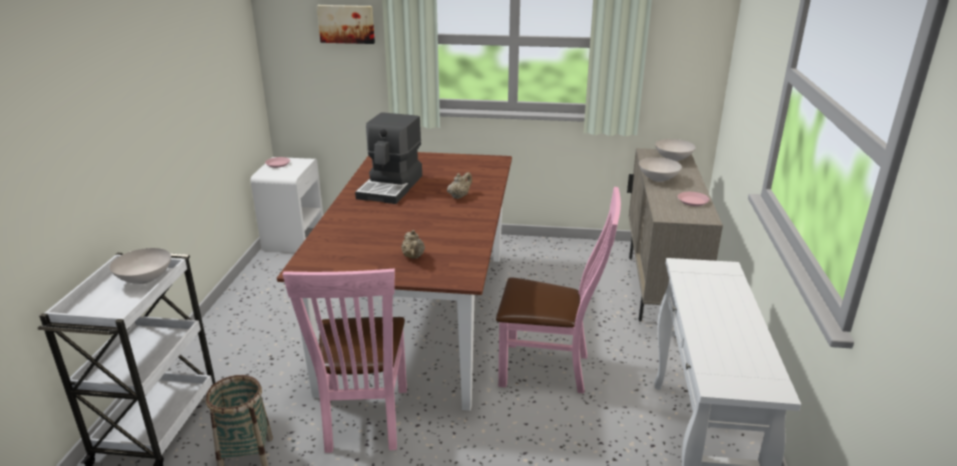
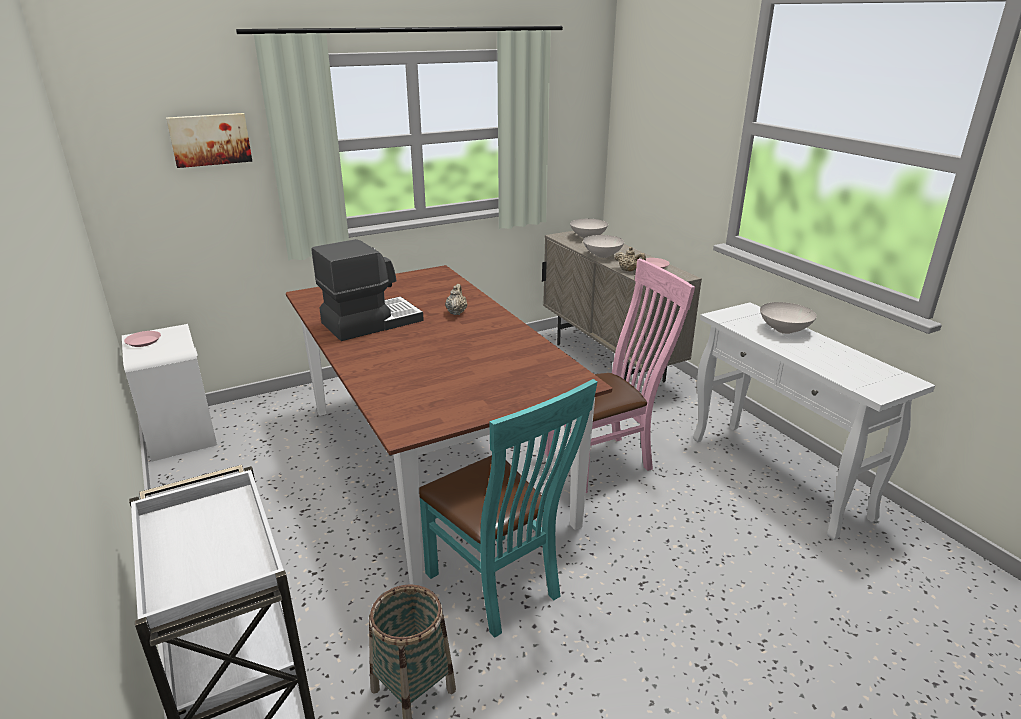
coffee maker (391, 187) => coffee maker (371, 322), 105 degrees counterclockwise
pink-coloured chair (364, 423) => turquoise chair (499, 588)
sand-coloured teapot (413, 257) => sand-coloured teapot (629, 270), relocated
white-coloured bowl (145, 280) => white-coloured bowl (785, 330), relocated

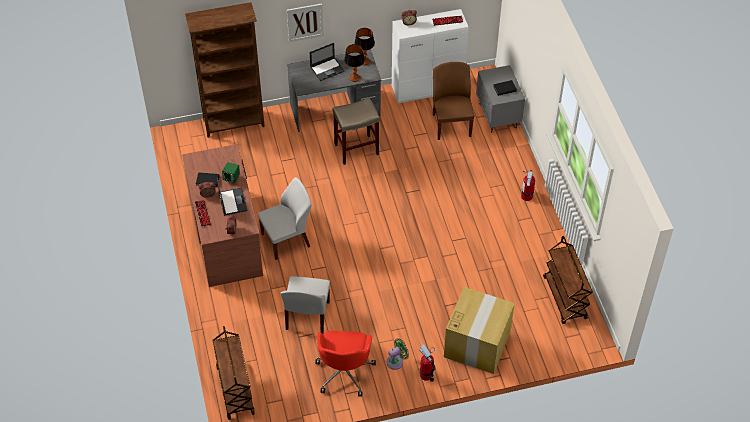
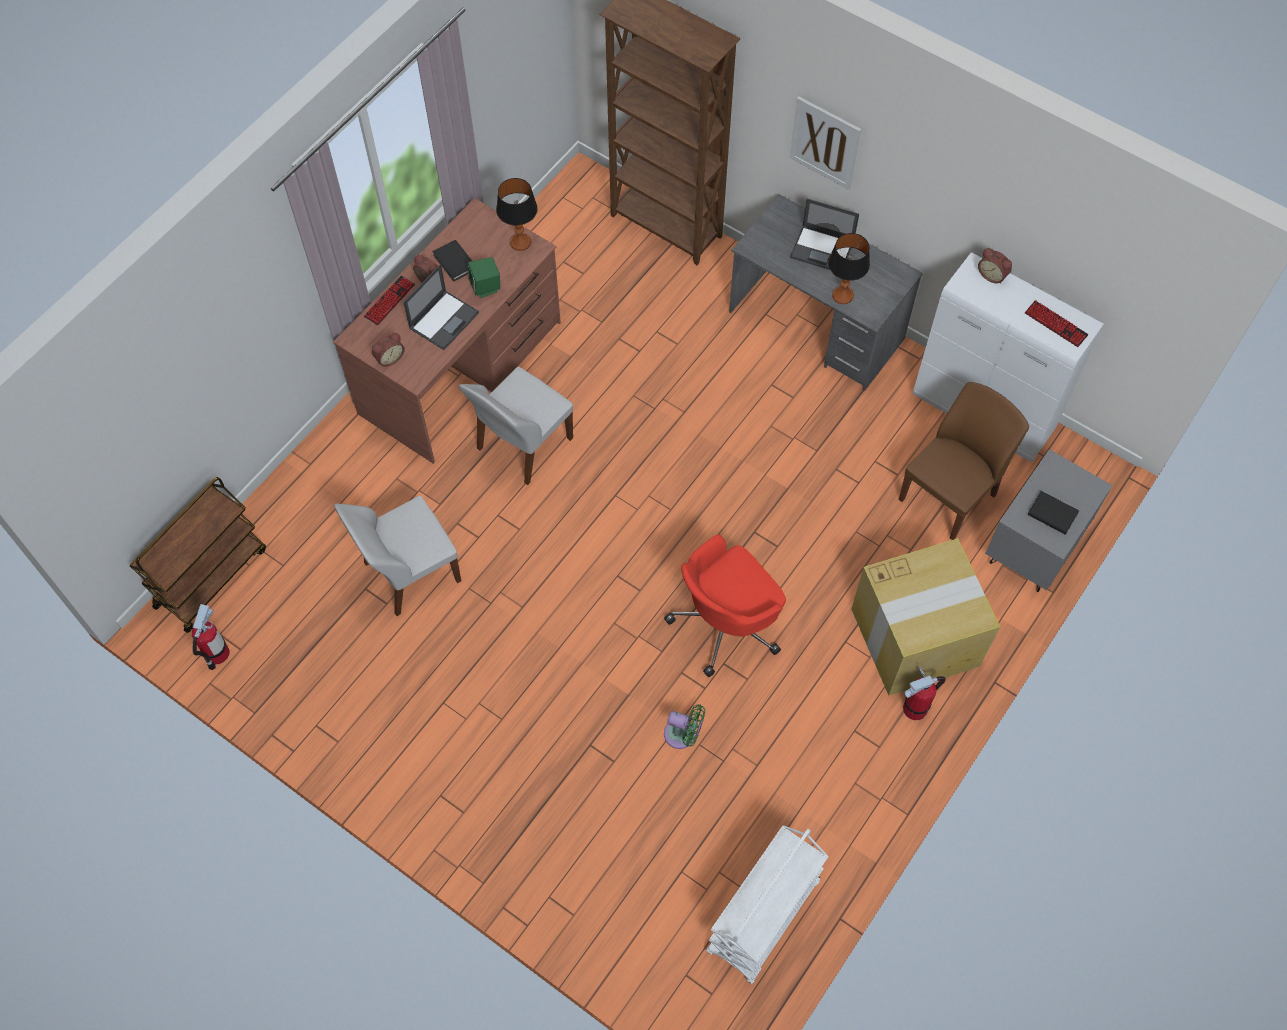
extinguisher (426, 375) => extinguisher (217, 654), relocated
white-coloured chair (287, 240) => white-coloured chair (522, 445), 105 degrees clockwise
table lamp (364, 61) => table lamp (521, 242), relocated
reddish desk chair (344, 372) => reddish desk chair (726, 623), relocated
green electric fan (396, 361) => green electric fan (683, 735), relocated
brown-coloured cart (565, 298) => white-coloured cart (763, 918)
packing box (477, 344) => packing box (916, 637), relocated
sand-coloured sitting stool (356, 150) => nothing

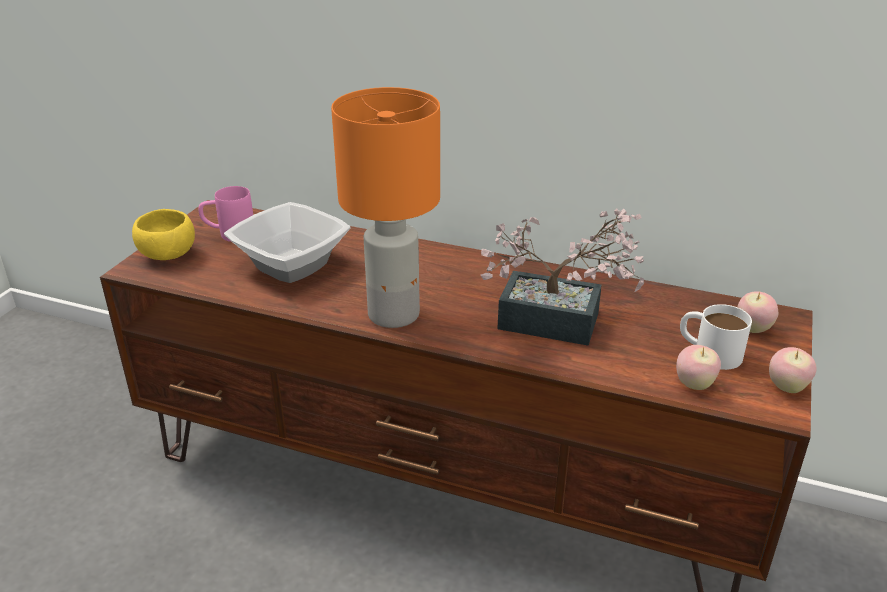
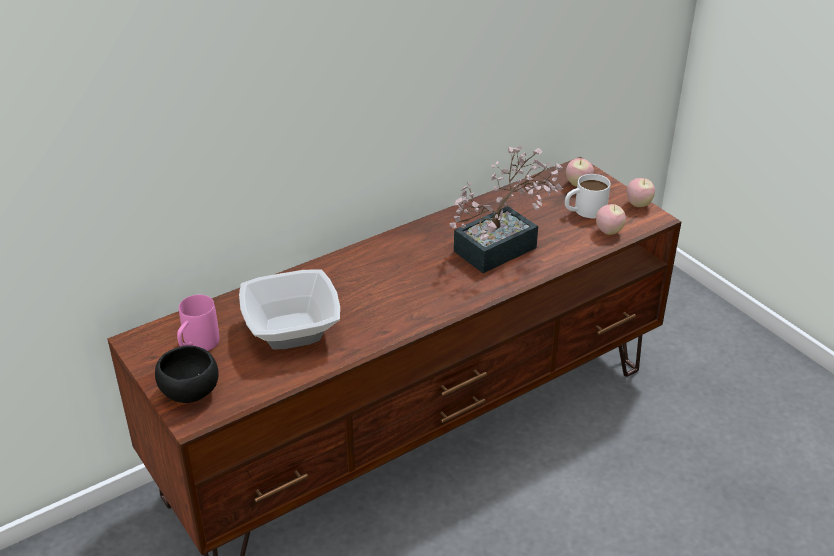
yellowish bowl (166, 255) => blackish bowl (189, 393)
orange table lamp (394, 313) => nothing

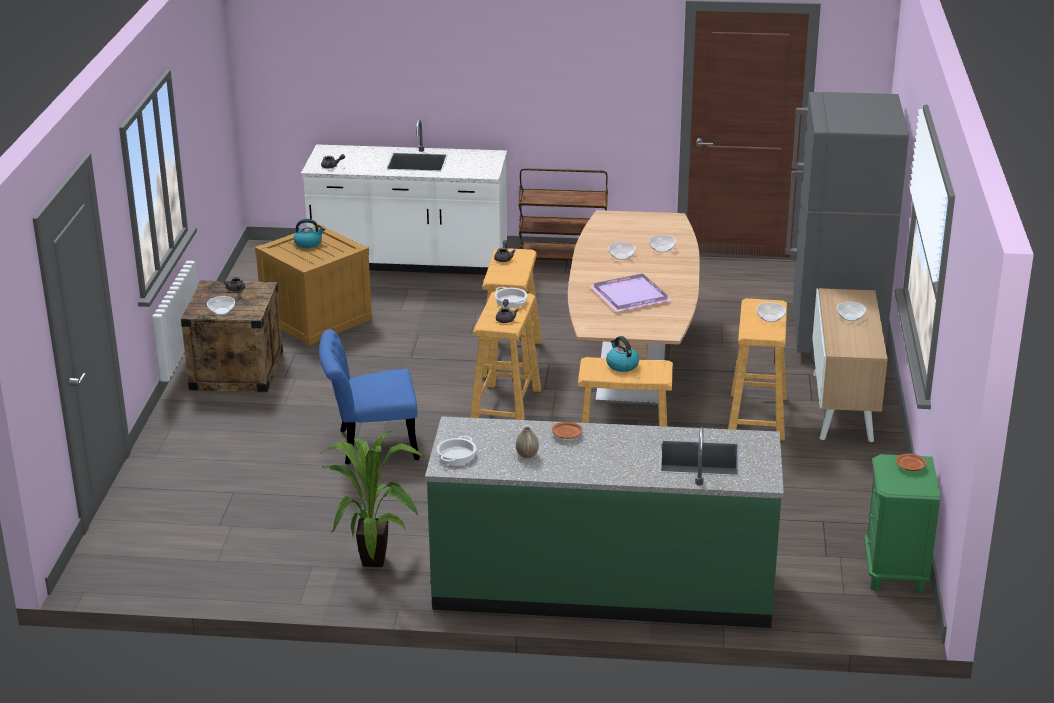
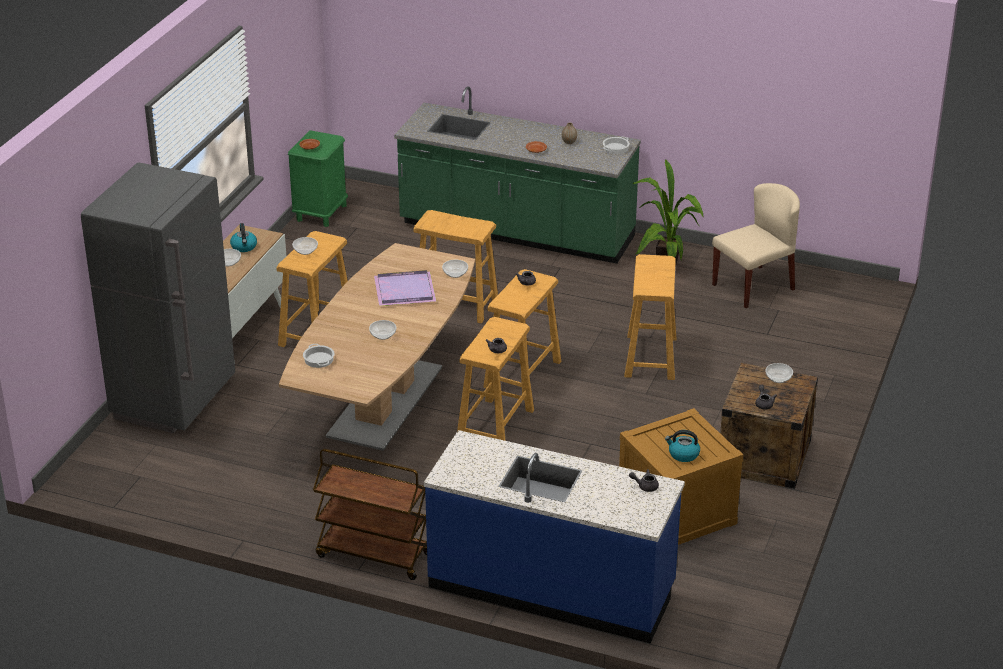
tea kettle (621, 365) => tea kettle (244, 247), relocated
saucepot (511, 301) => saucepot (318, 359), relocated
white-coloured kitchen base unit (409, 262) => blue kitchen base unit (552, 587)
bowl (661, 249) => bowl (455, 274), relocated
blue chair (370, 445) => sand-coloured sitting stool (650, 357)
nothing => sand-coloured chair (753, 287)

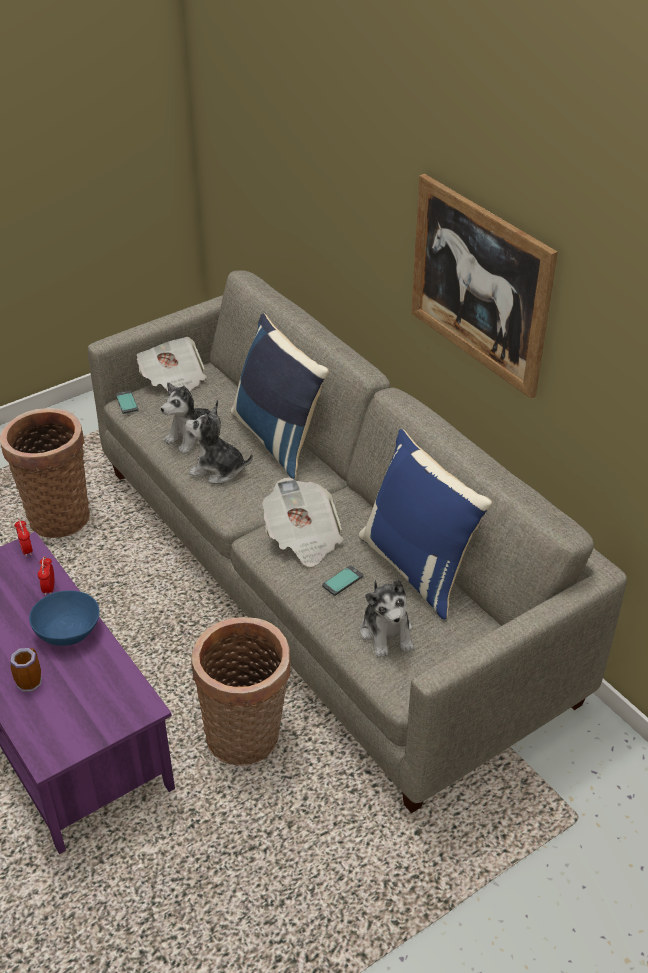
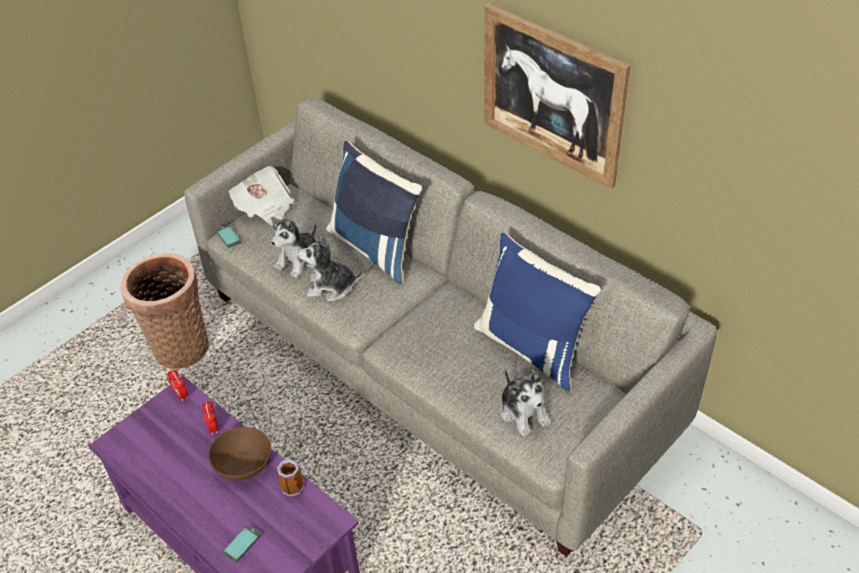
blue bowl (67, 631) => brown-coloured bowl (243, 464)
phone (342, 581) => phone (241, 544), relocated
mug (29, 680) => mug (292, 485), relocated
storage basket (247, 738) => nothing
daily paper (303, 538) => nothing

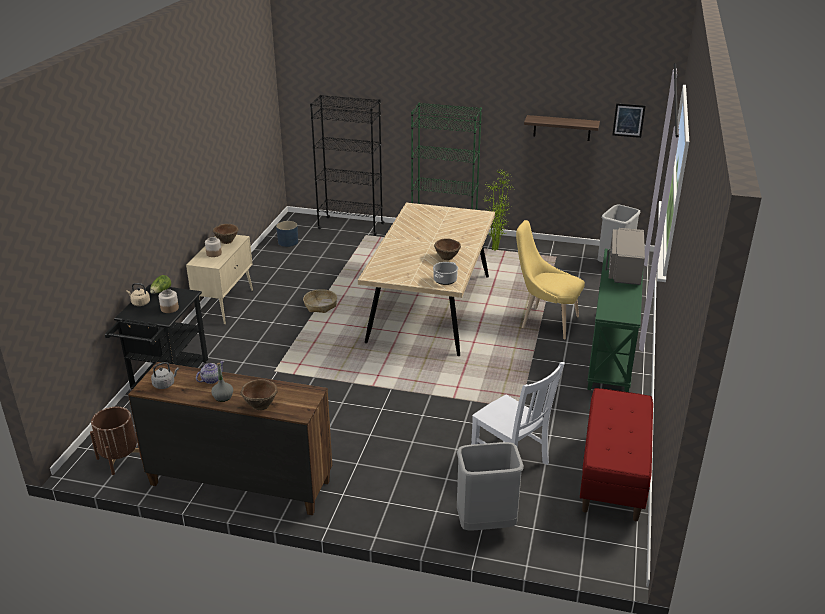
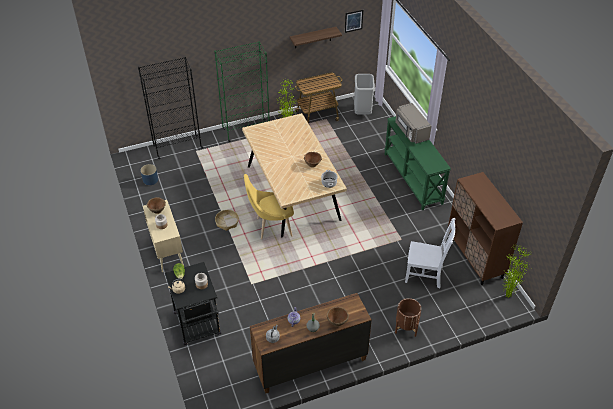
yellowish chair (545, 322) => yellowish chair (271, 227), relocated
nothing => cart (318, 116)
brown-coloured plant pot (120, 458) => brown-coloured plant pot (406, 326), relocated
reddish bench (613, 475) => brown-coloured cupboard (475, 257)
nothing => potted plant (507, 295)
gray rubbish bin (485, 525) => nothing

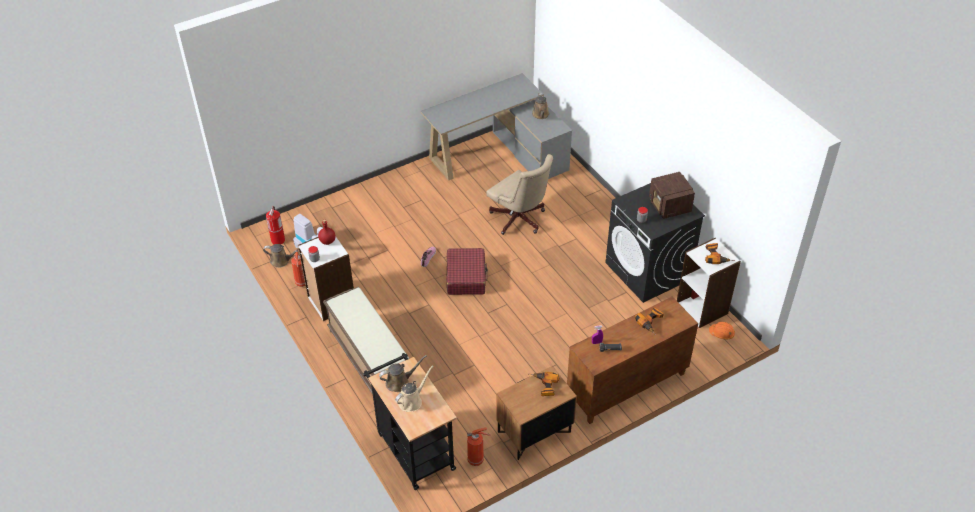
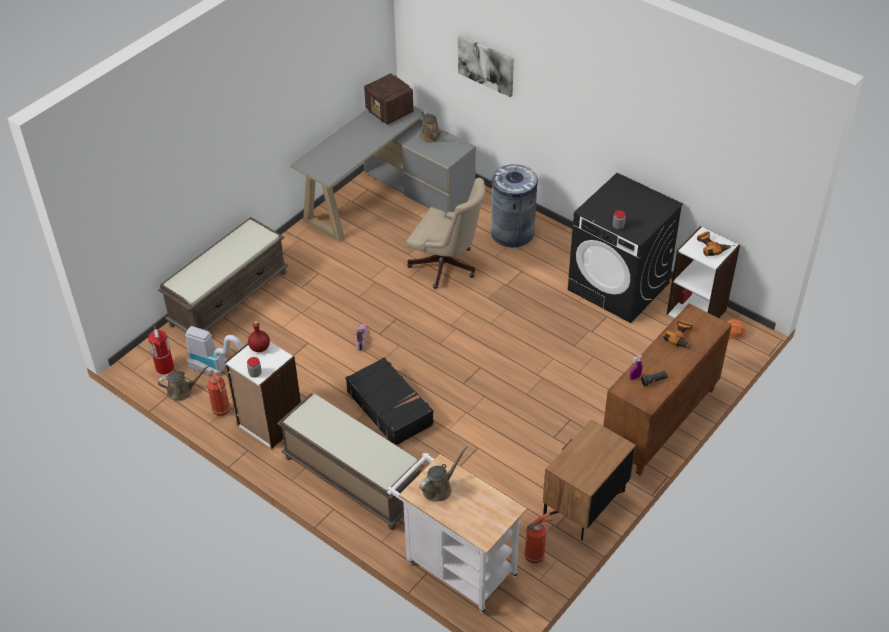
nothing => brown-coloured bench (229, 297)
nothing => blackish travel case (390, 408)
radio set (669, 206) => radio set (389, 112), relocated
blackish cart (413, 448) => white-coloured cart (456, 566)
nothing => wall picture (486, 65)
nothing => gray rubbish bin (512, 233)
sand-coloured sprinkling can (412, 401) => nothing
reddish travel case (466, 277) => nothing
drill (544, 386) => nothing

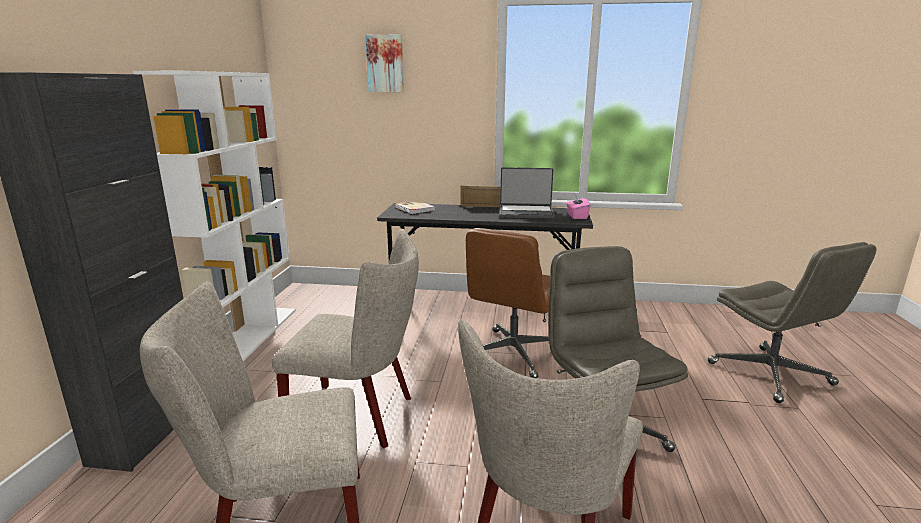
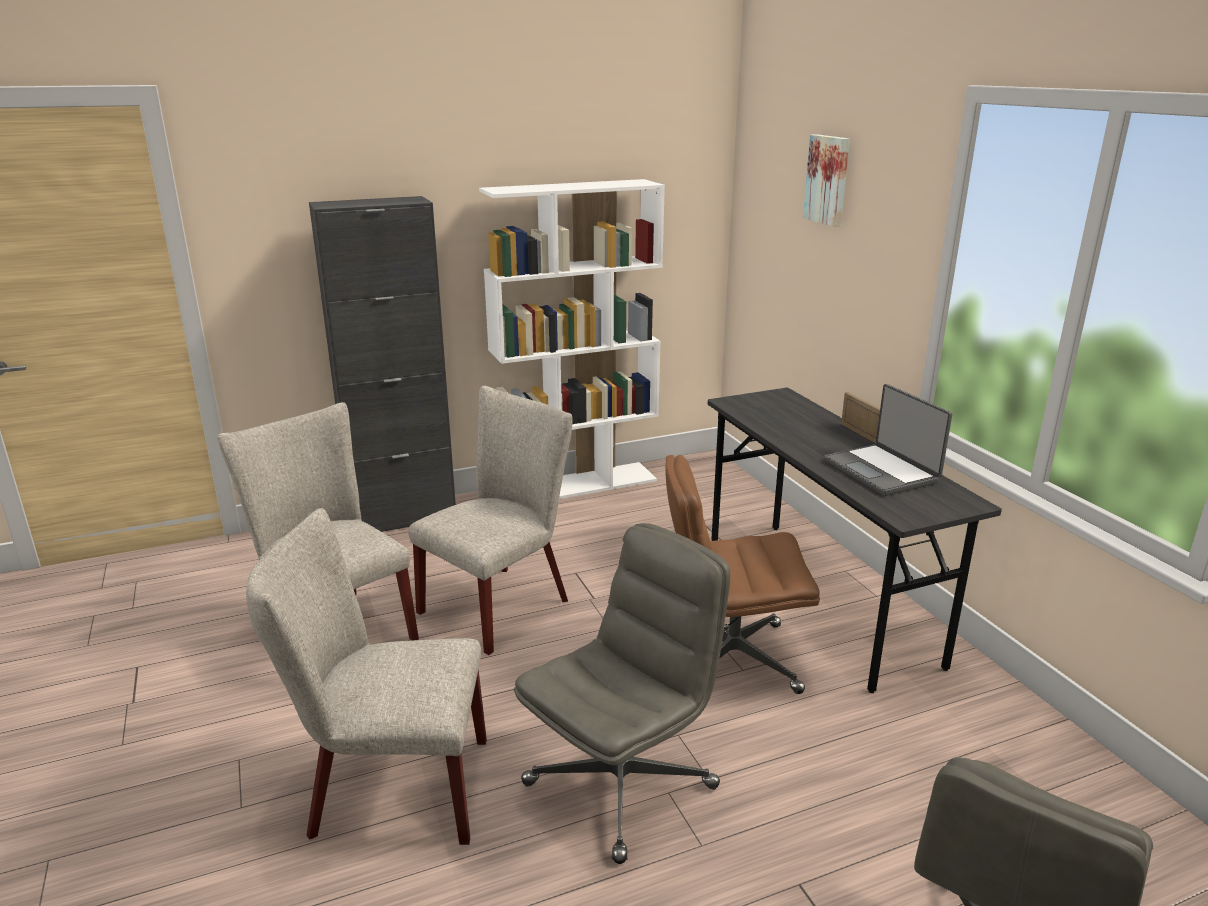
sand-coloured chair (359, 416) => sand-coloured chair (502, 603), 120 degrees counterclockwise
book (414, 209) => nothing
pink-coloured tissue holder (577, 216) => nothing

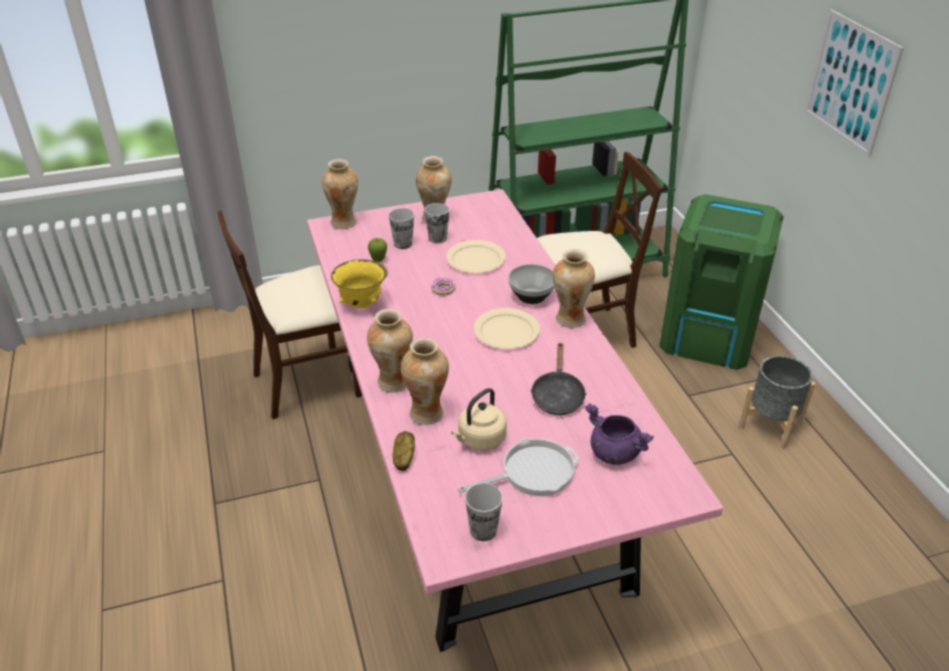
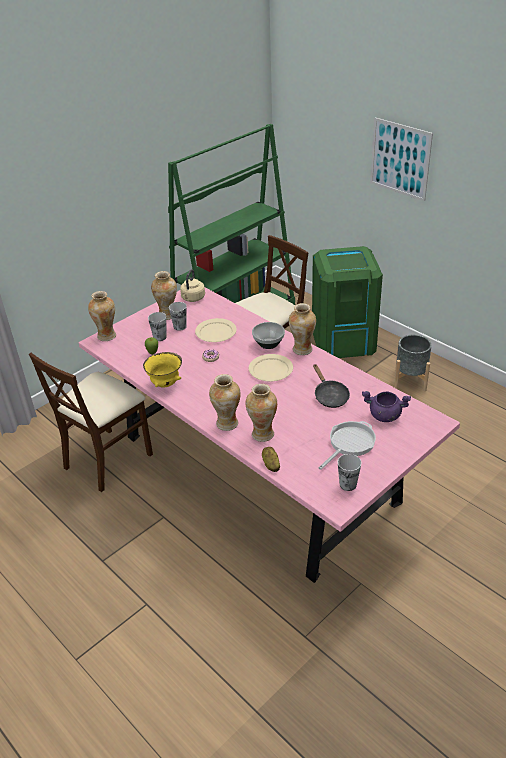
sand-coloured tea kettle (480, 440) => sand-coloured tea kettle (192, 298), relocated

